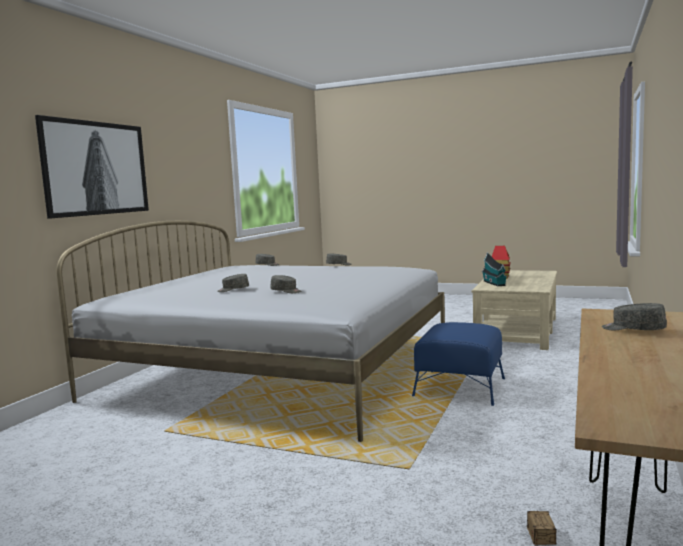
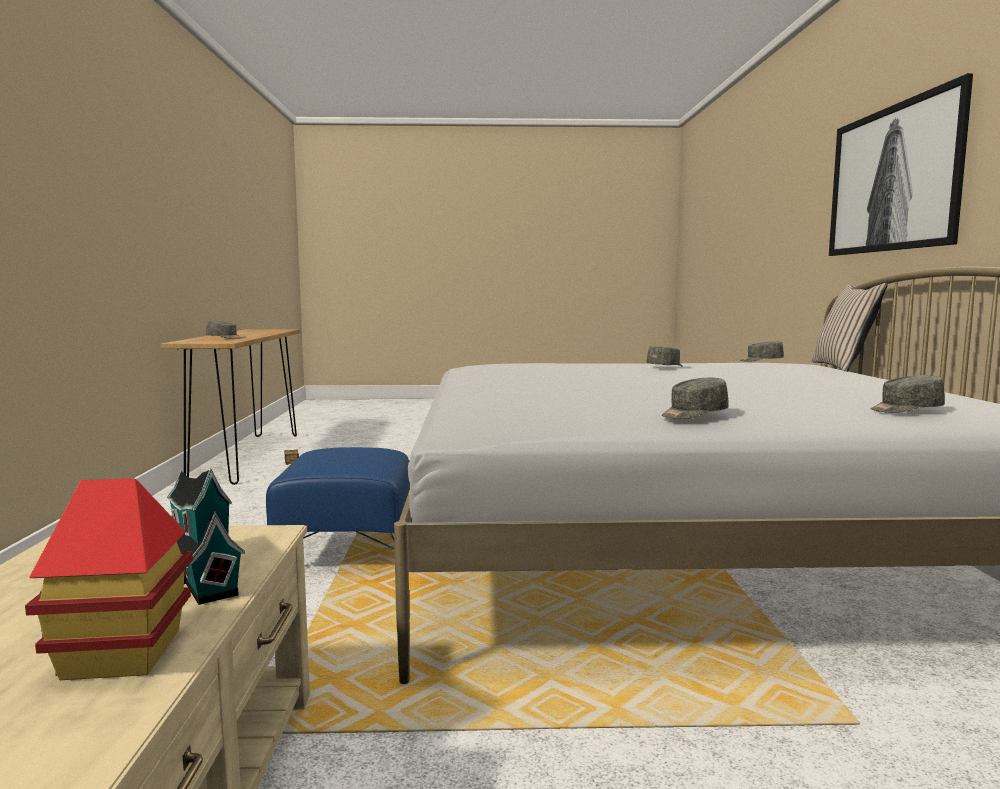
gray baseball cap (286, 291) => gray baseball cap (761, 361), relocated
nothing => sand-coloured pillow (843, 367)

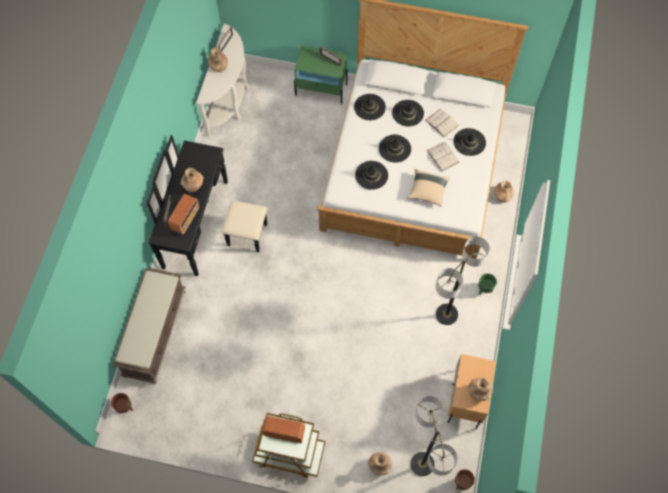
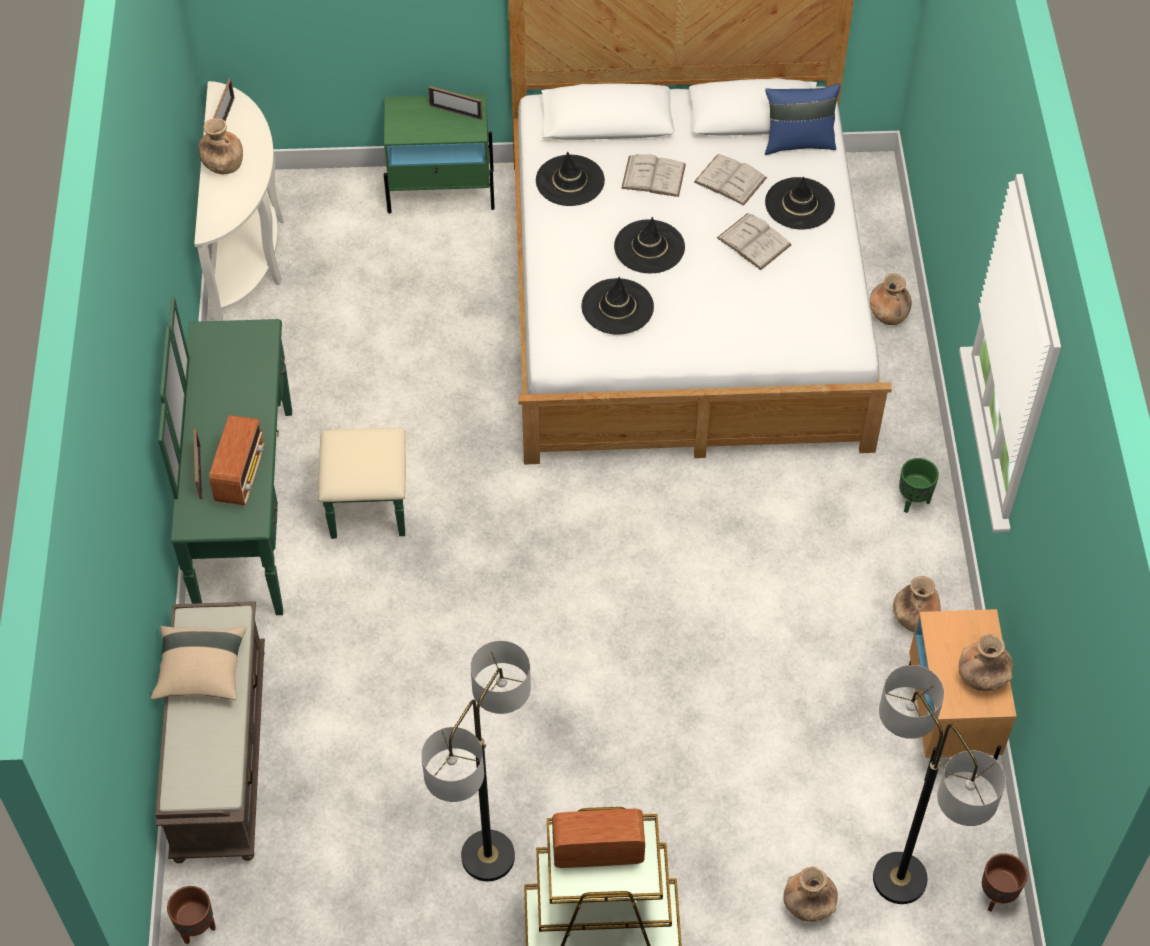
sand-coloured pillow (427, 191) => sand-coloured pillow (201, 671), relocated
blackish dresser (207, 226) => green dresser (274, 508)
standard lamp (447, 314) => standard lamp (488, 856), relocated
blackish wearable hat (407, 113) => white-coloured book (653, 176)
nothing => blue pillow (798, 142)
brown-coloured vase (193, 185) => brown-coloured vase (914, 617), relocated

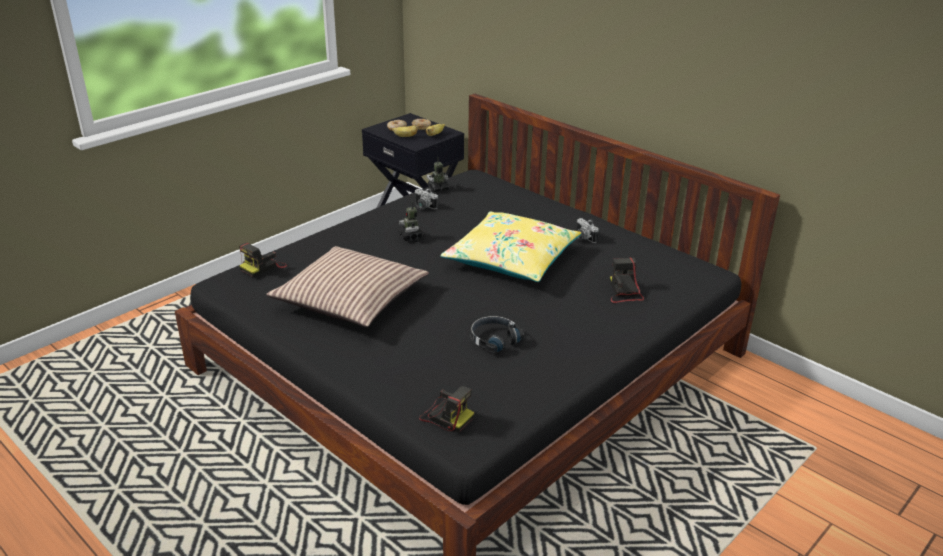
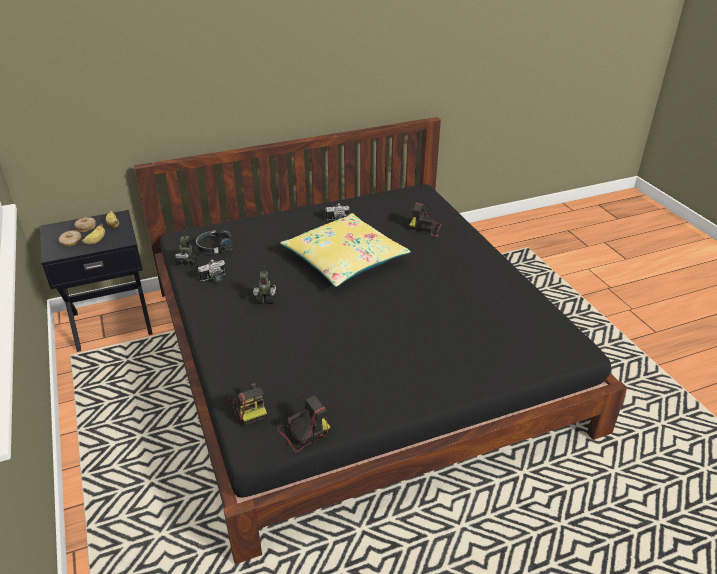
blackish headset (494, 339) => blackish headset (214, 247), relocated
still camera (446, 416) => still camera (303, 433), relocated
pillow (350, 299) => nothing

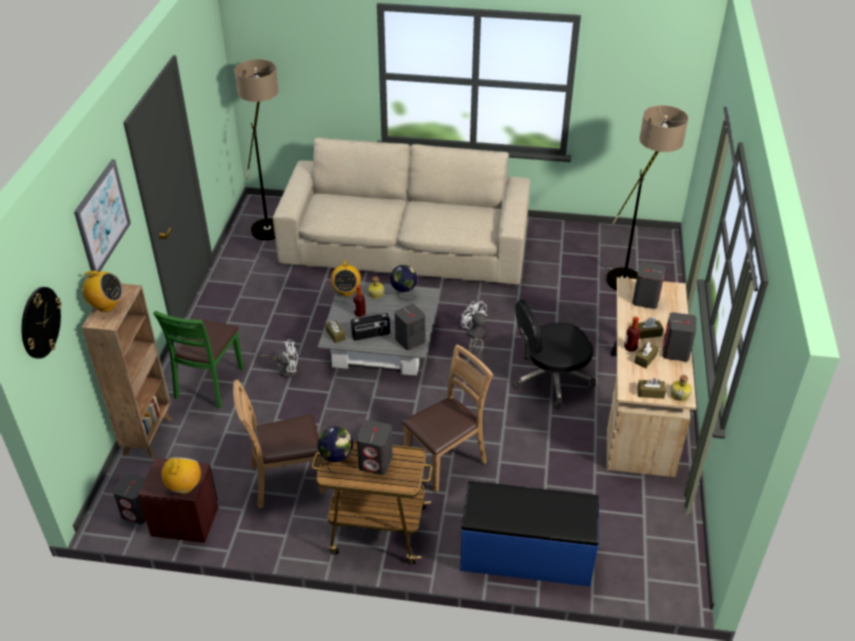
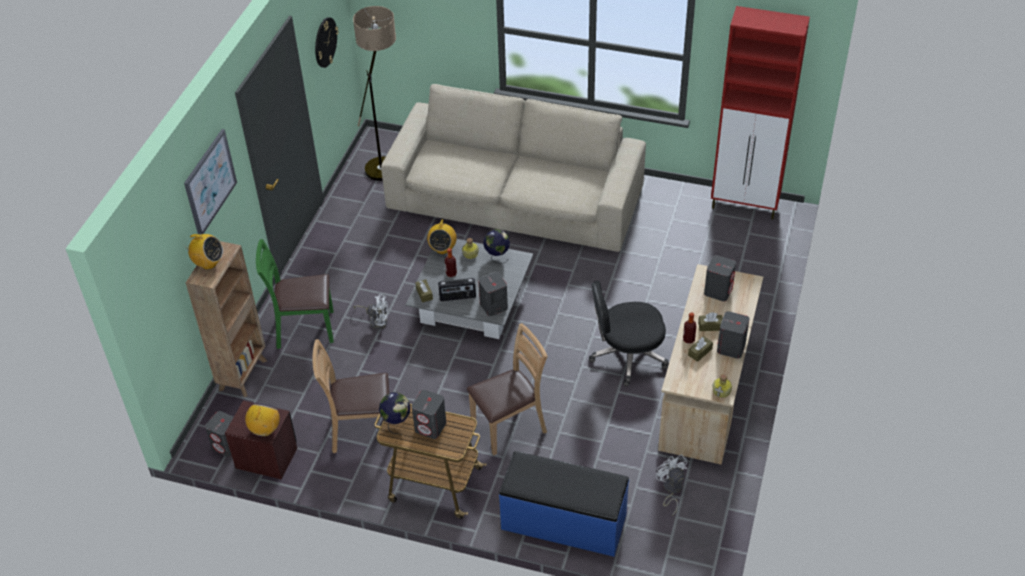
green chair (209, 383) => green chair (304, 328), 60 degrees clockwise
wall clock (40, 322) => wall clock (325, 42), relocated
white-coloured electric fan (475, 336) => white-coloured electric fan (671, 490), relocated
nothing => reddish cupboard (745, 205)
standard lamp (632, 274) => nothing
brown-coloured tissue holder (650, 393) => nothing

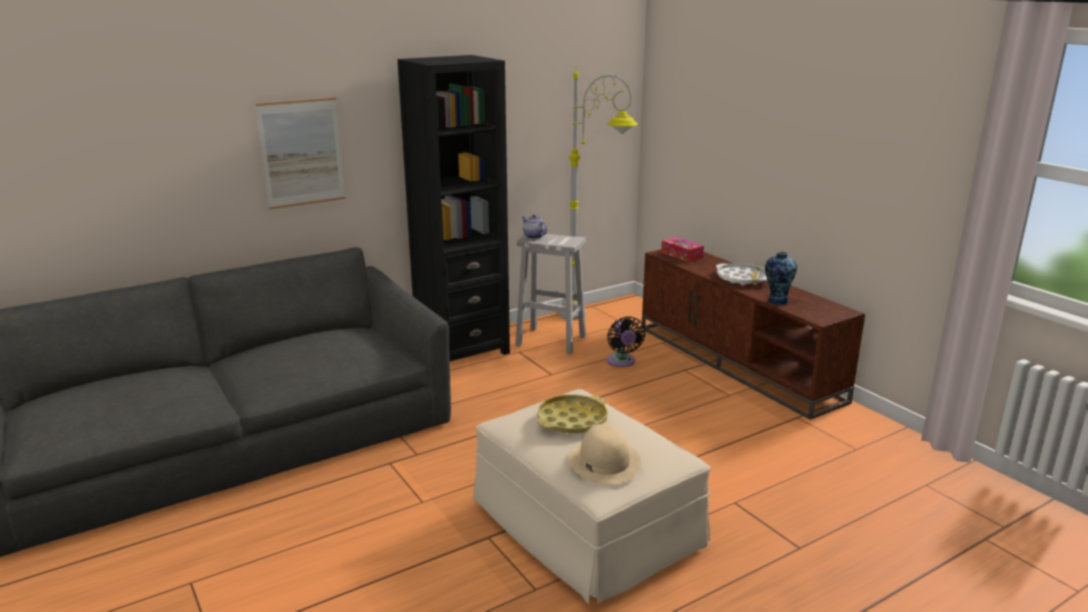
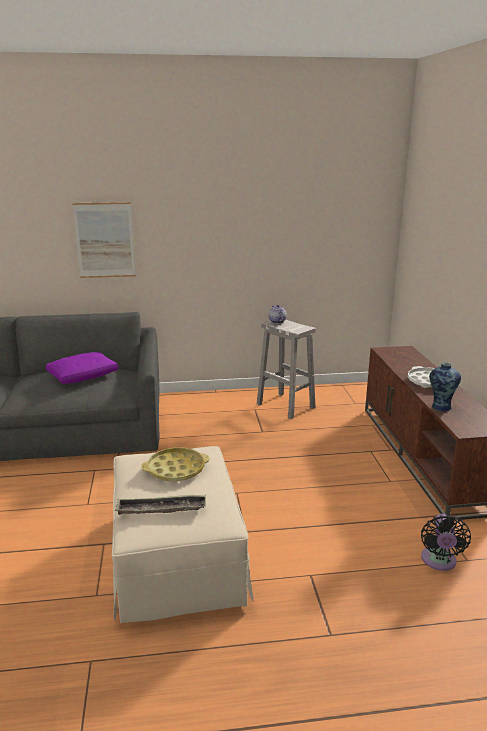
nothing => purplish pillow (83, 376)
sand-coloured wearable hat (604, 461) => carrying tray (161, 509)
blackish electric fan (622, 362) => blackish electric fan (439, 561), relocated
blackish shelving unit (462, 350) => nothing
gray standard lamp (595, 311) => nothing
tissue holder (681, 255) => nothing

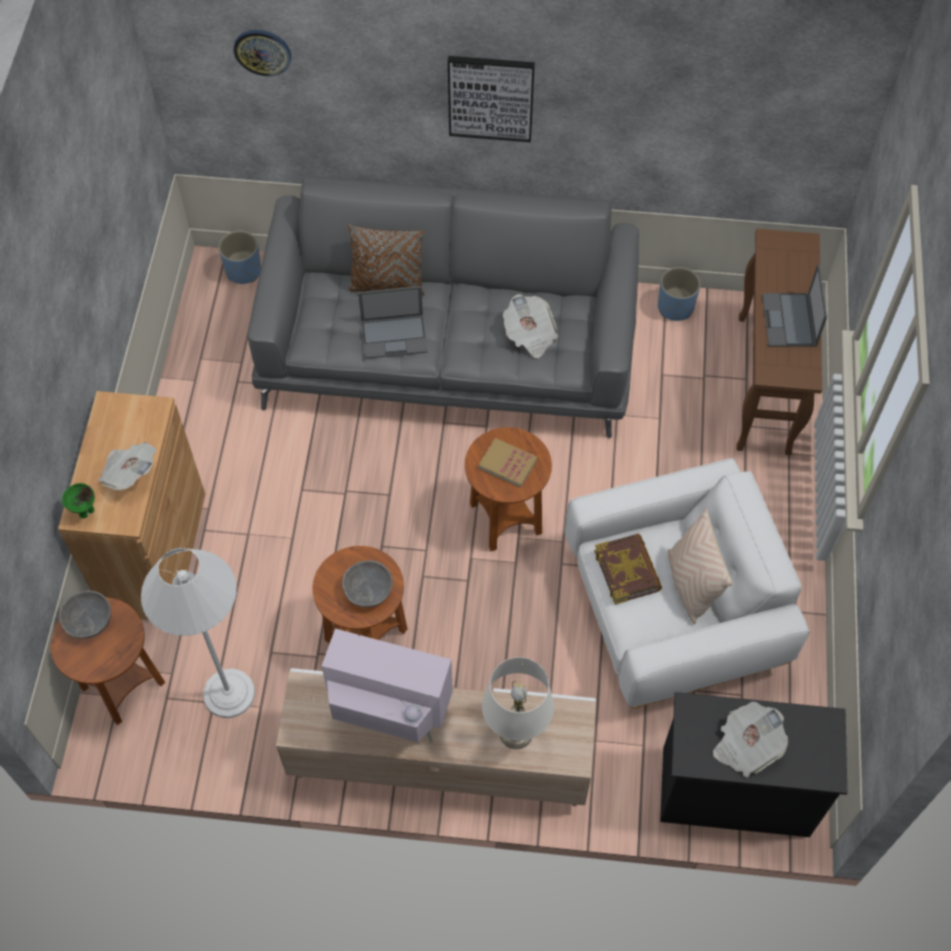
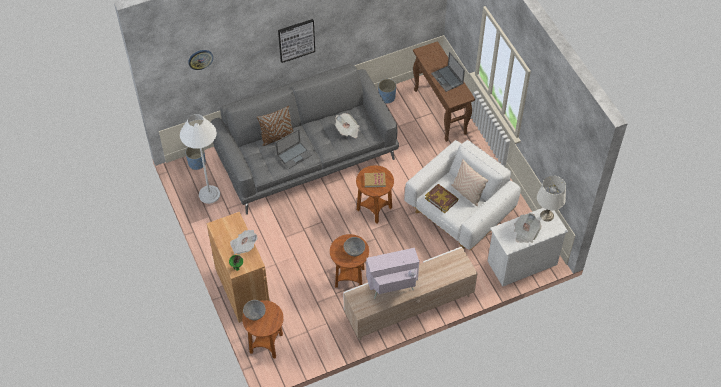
white-coloured standard lamp (229, 693) => white-coloured standard lamp (209, 194), relocated
blackish dresser (734, 791) => white-coloured dresser (521, 263)
white-coloured table lamp (516, 733) => white-coloured table lamp (547, 215), relocated

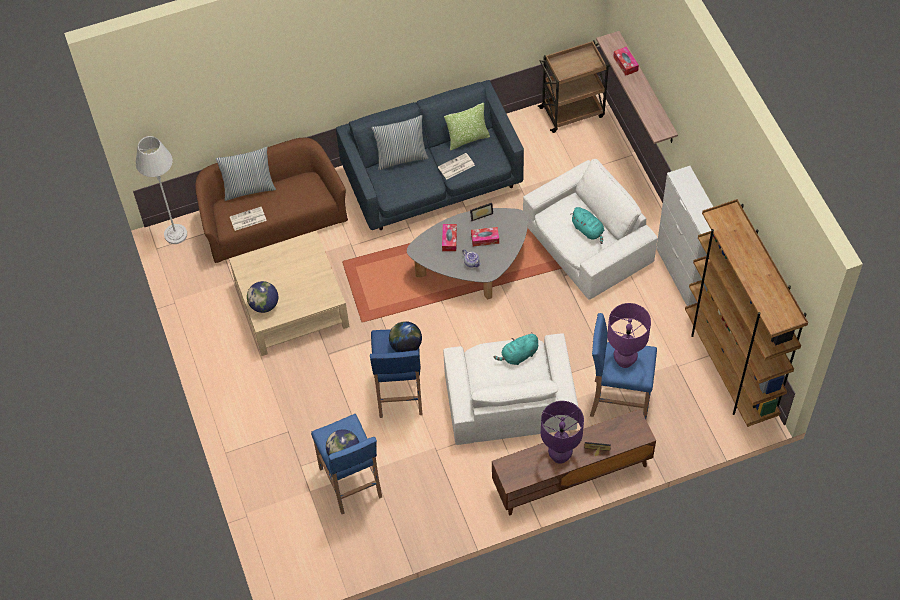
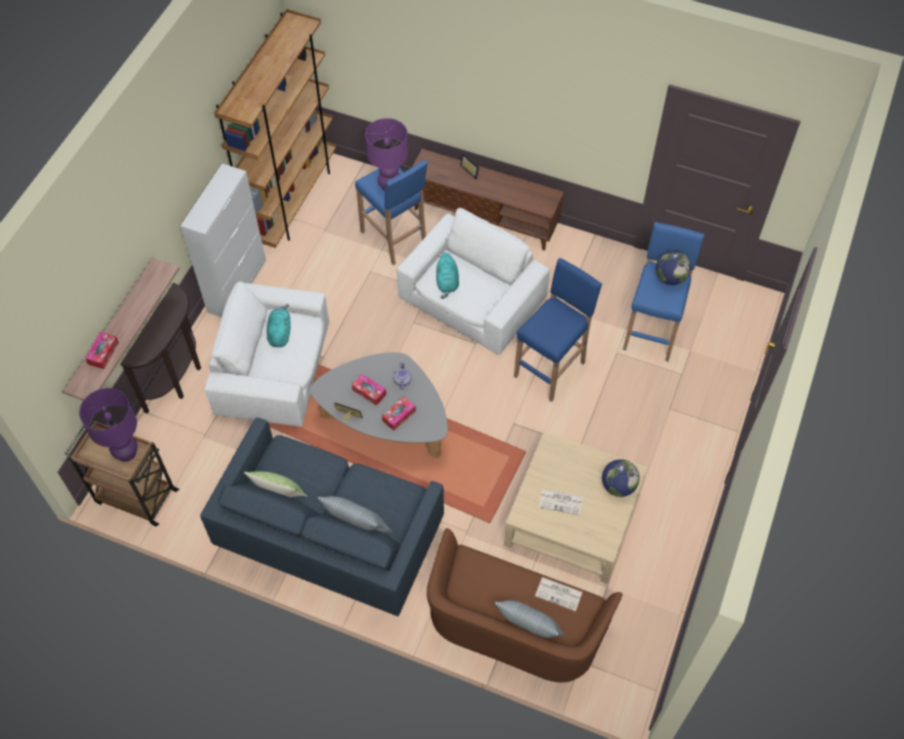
purplish table lamp (559, 455) => purplish table lamp (126, 453), relocated
nothing => brown-coloured console table (179, 378)
turquoise plush toy (518, 355) => turquoise plush toy (447, 282), 75 degrees clockwise
daily paper (456, 167) => daily paper (561, 502), relocated
gray standard lamp (175, 234) => nothing
desk globe (406, 346) => nothing

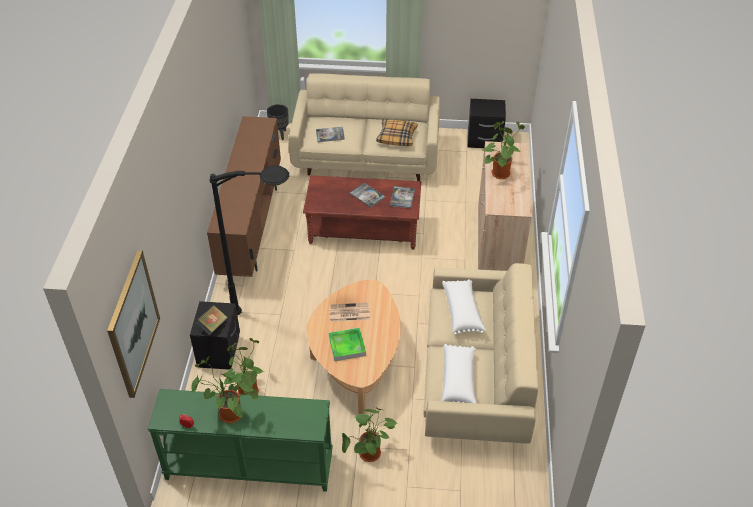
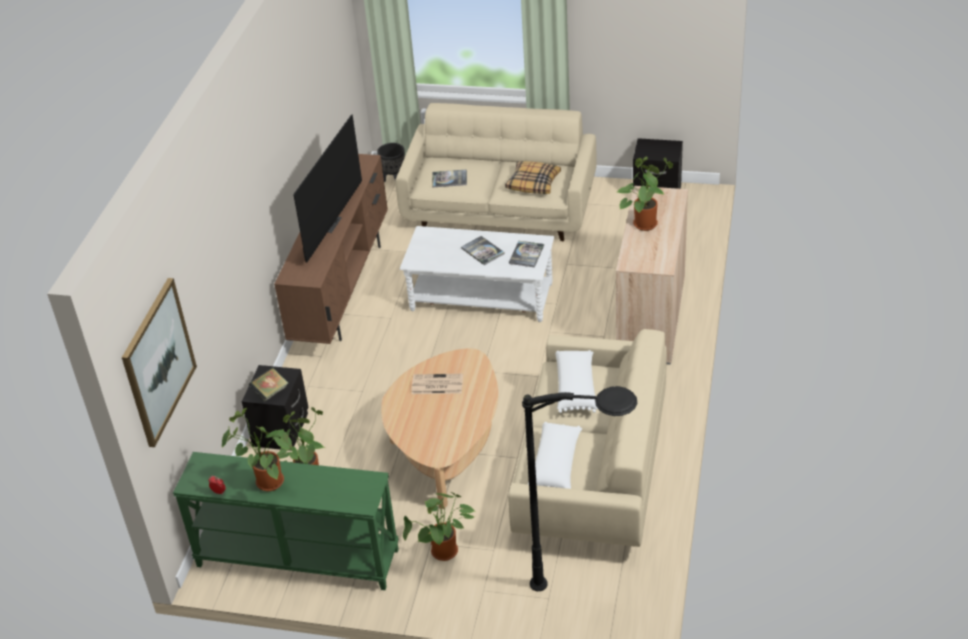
nothing => TV (328, 223)
brown-coloured low table (364, 230) => white-coloured low table (481, 297)
blackish standard lamp (273, 313) => blackish standard lamp (594, 591), relocated
carrying tray (347, 346) => nothing

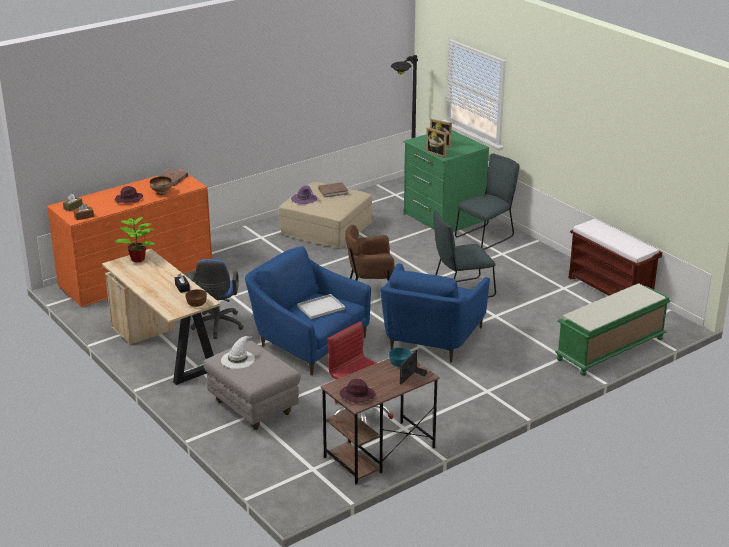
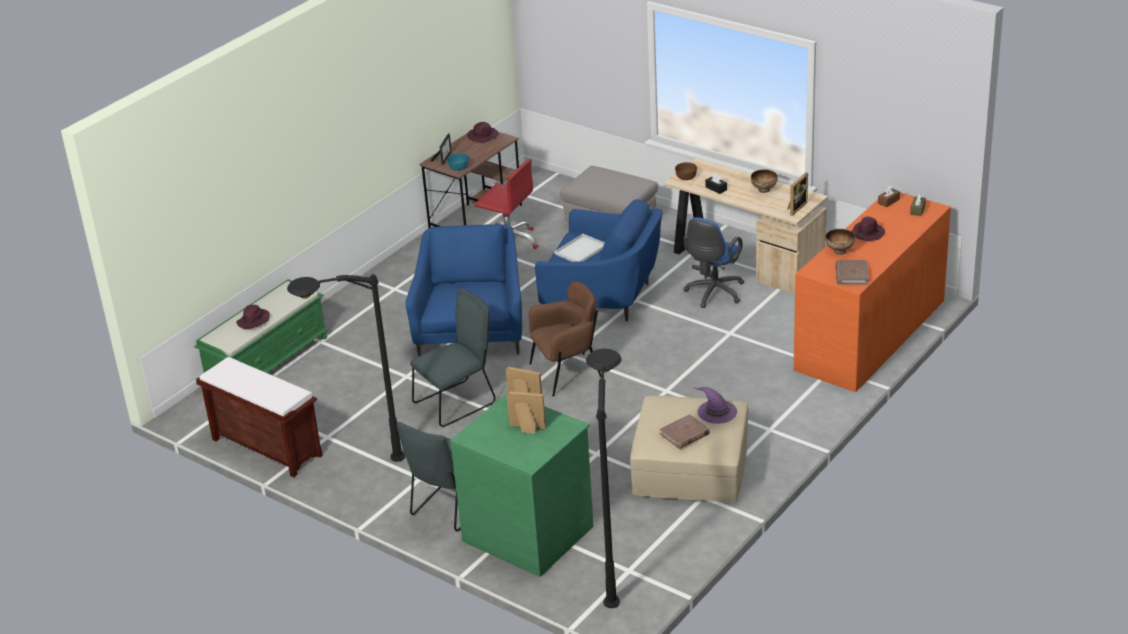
nothing => purplish wearable hat (253, 321)
nothing => blackish standard lamp (352, 468)
blue desk chair (217, 326) => blue desk chair (713, 294), 135 degrees counterclockwise
nothing => bowl (763, 190)
potted plant (138, 259) => standing frame (795, 207)
white-coloured wearable hat (238, 359) => nothing

